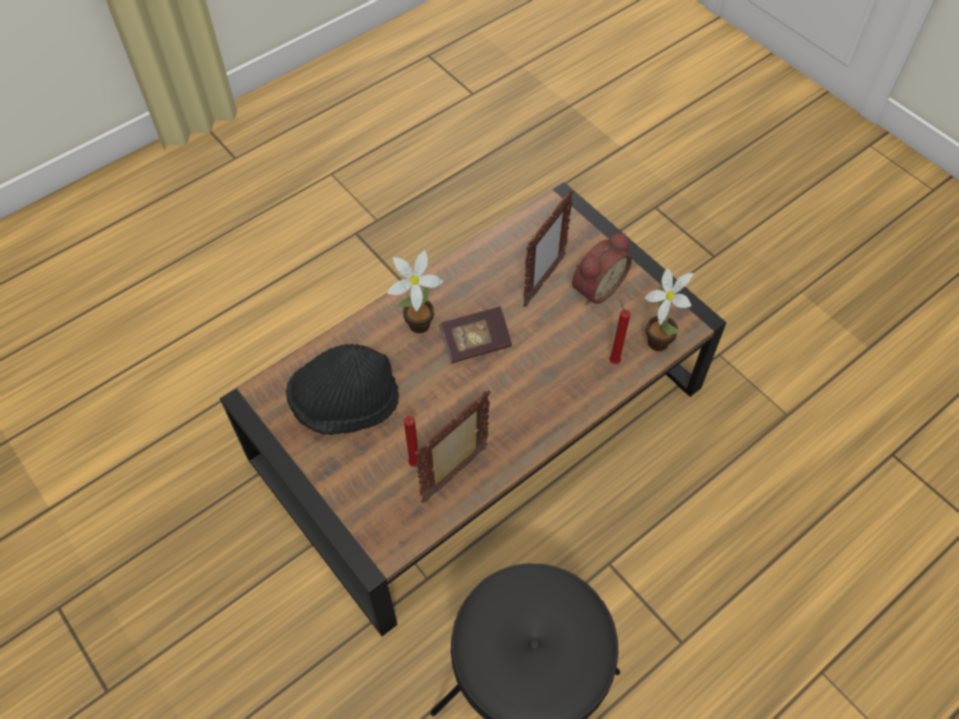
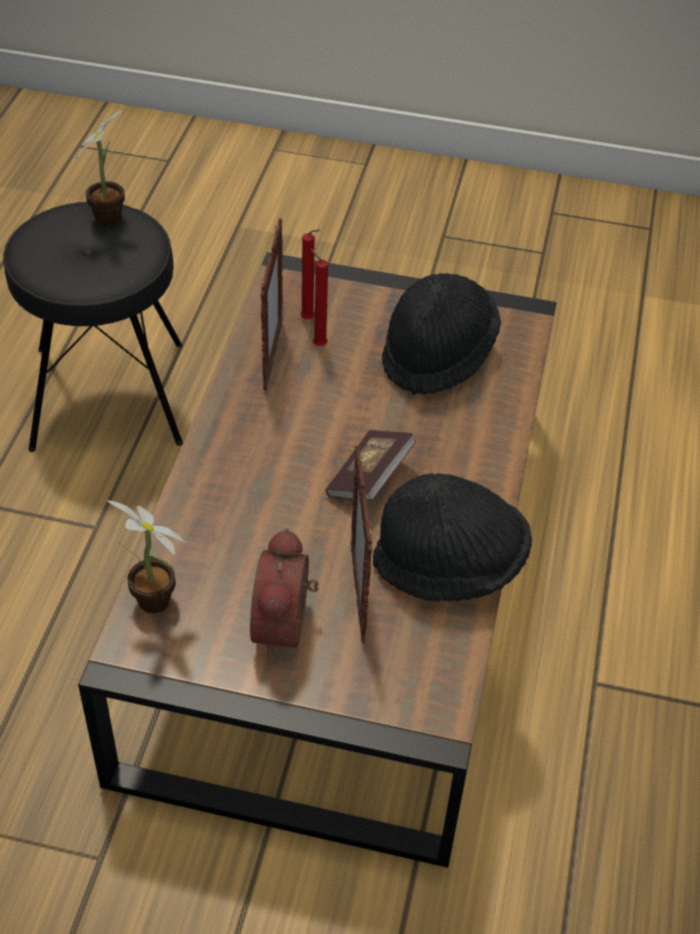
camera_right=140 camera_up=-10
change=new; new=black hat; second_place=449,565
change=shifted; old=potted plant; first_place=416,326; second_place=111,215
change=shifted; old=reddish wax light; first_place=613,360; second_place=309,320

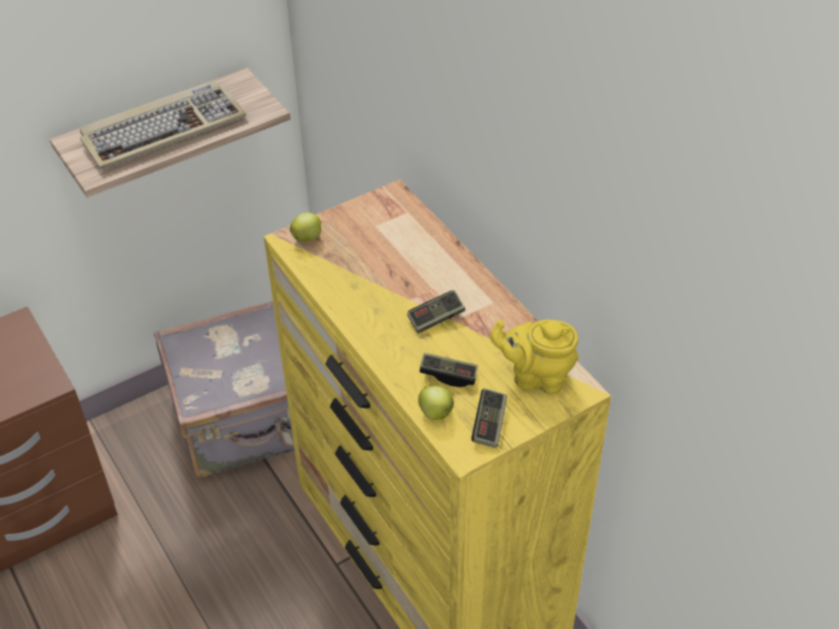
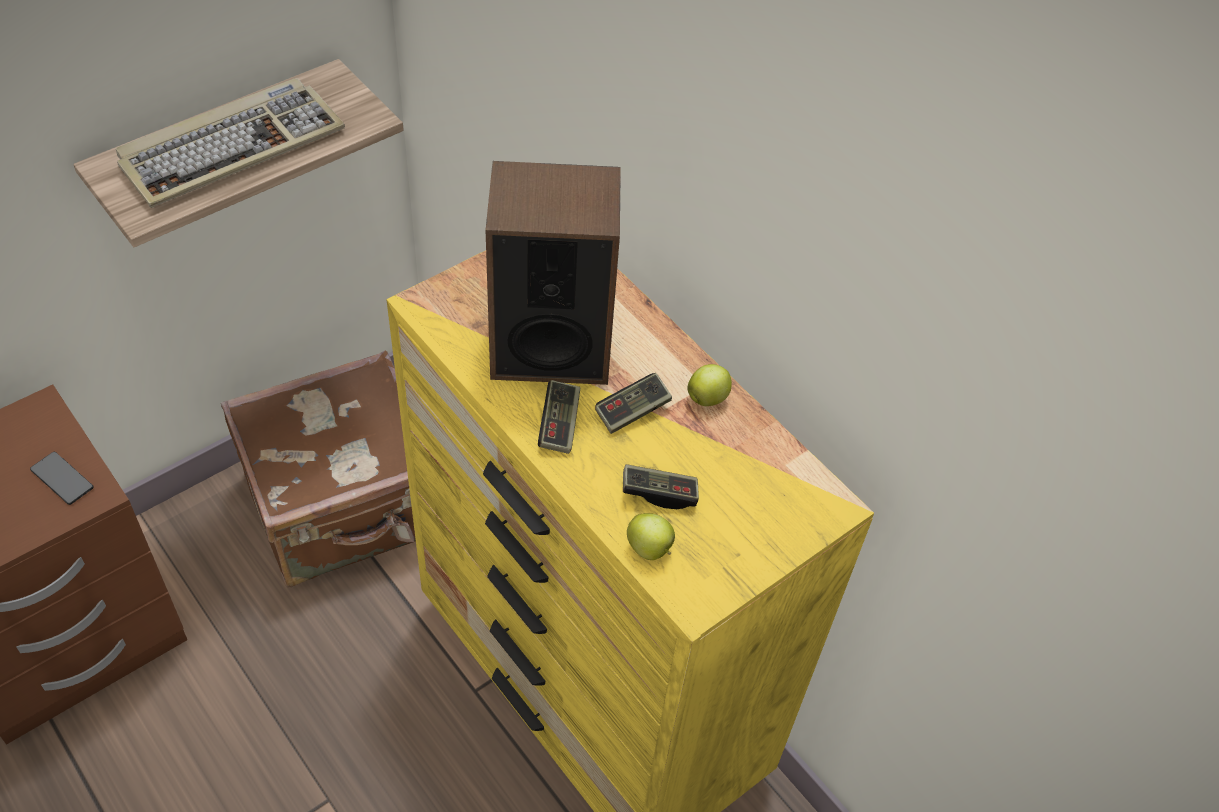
camera_right=-10 camera_up=5
change=gone; old=yellow-coloured teapot; first_place=536,377
change=new; new=telephone; second_place=62,479
change=new; new=loudspeaker; second_place=550,347
change=shifted; old=apple fruit; first_place=308,238; second_place=708,398
change=shifted; old=game controller; first_place=489,424; second_place=559,425
change=repainted; old=greyish suitcase; new=brown suitcase; first_place=248,421; second_place=346,507

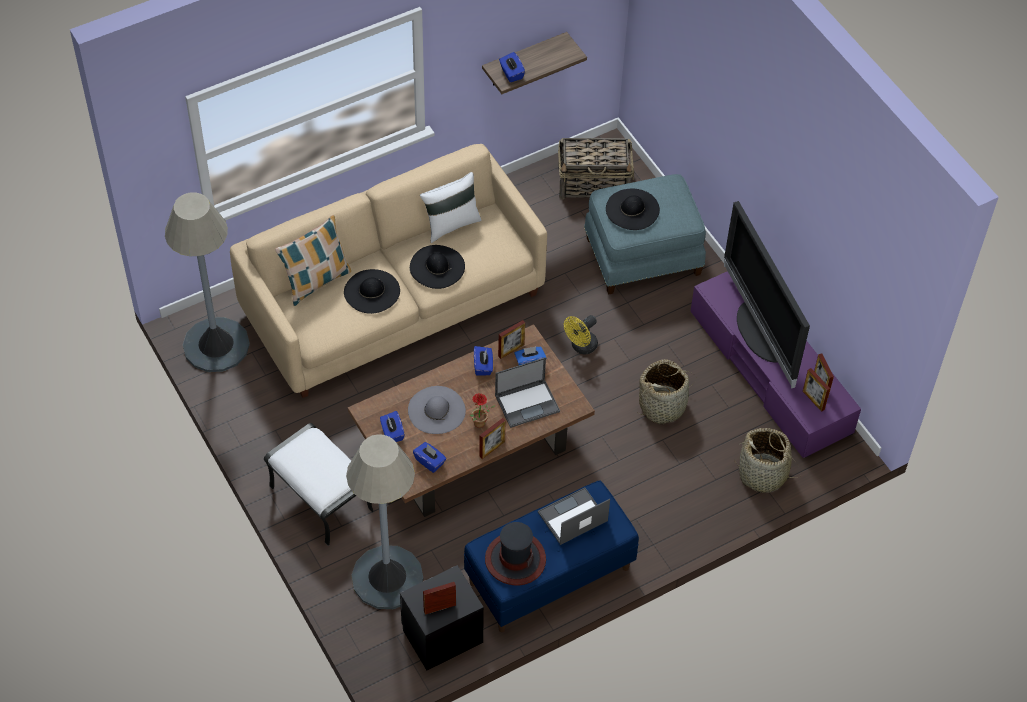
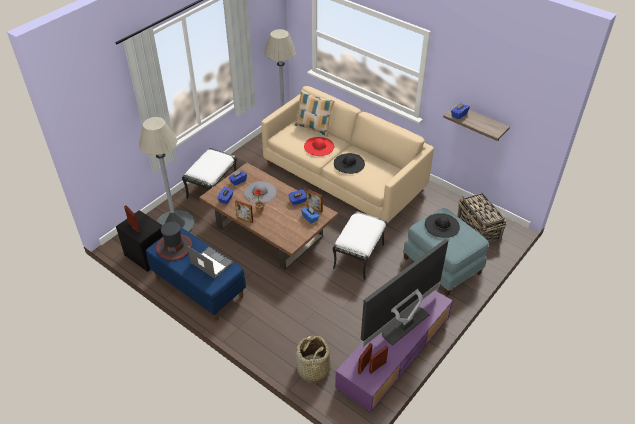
camera_right=70 camera_up=-10
change=gone; old=white cushion; first_place=451,224
change=gone; old=portable computer; first_place=528,403
change=gone; old=basket; first_place=662,405
change=swapped; old=yellow-coloured fan; new=white ottoman; first_place=581,347; second_place=359,256
change=repainted; old=black hat; new=reddish hat; first_place=372,291; second_place=319,146

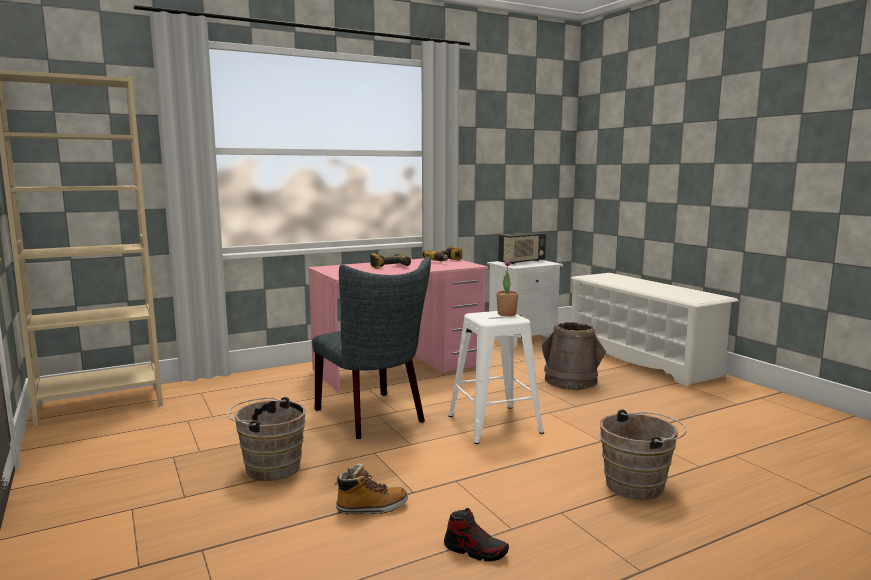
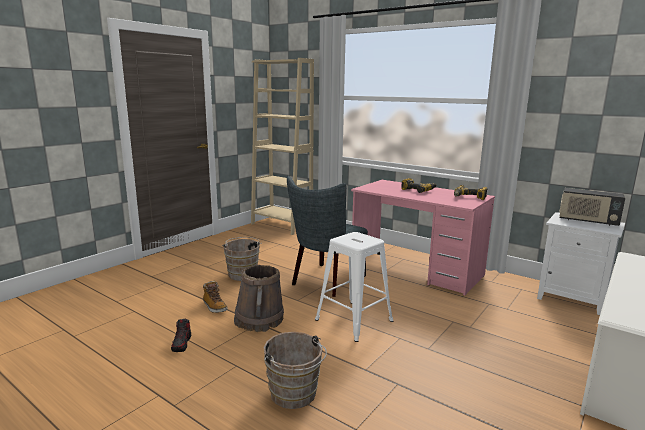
camera_right=65 camera_up=5
change=gone; old=potted plant; first_place=506,314
change=shifted; old=brown pail; first_place=571,382; second_place=259,320

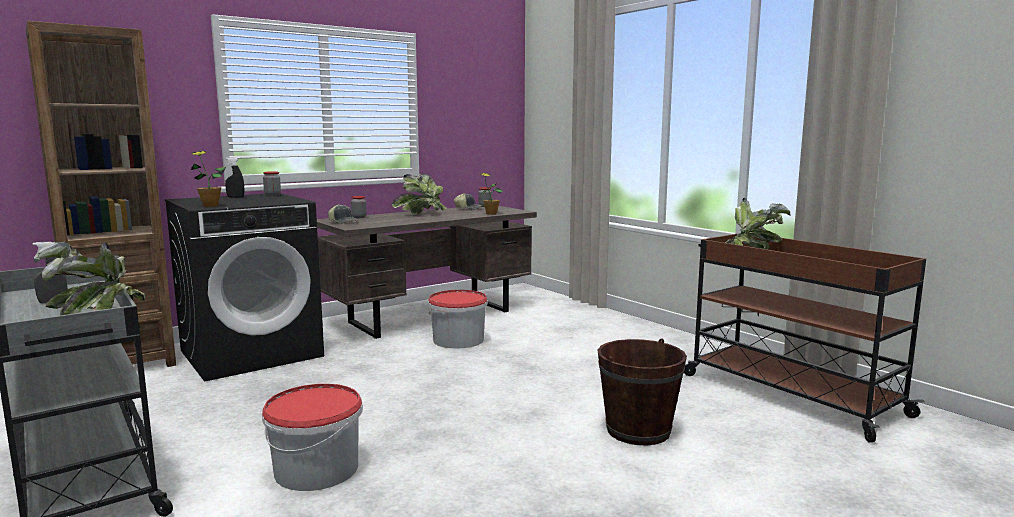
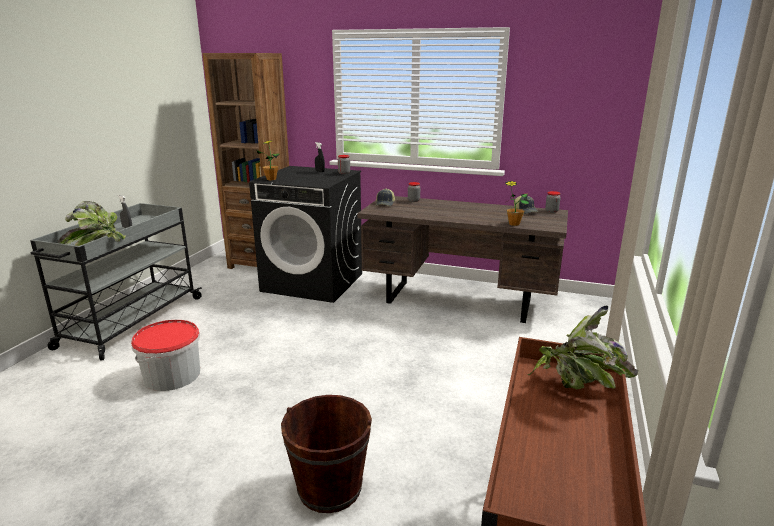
camera_right=55 camera_up=10
change=gone; old=potted plant; first_place=420,214
change=gone; old=pail; first_place=458,340

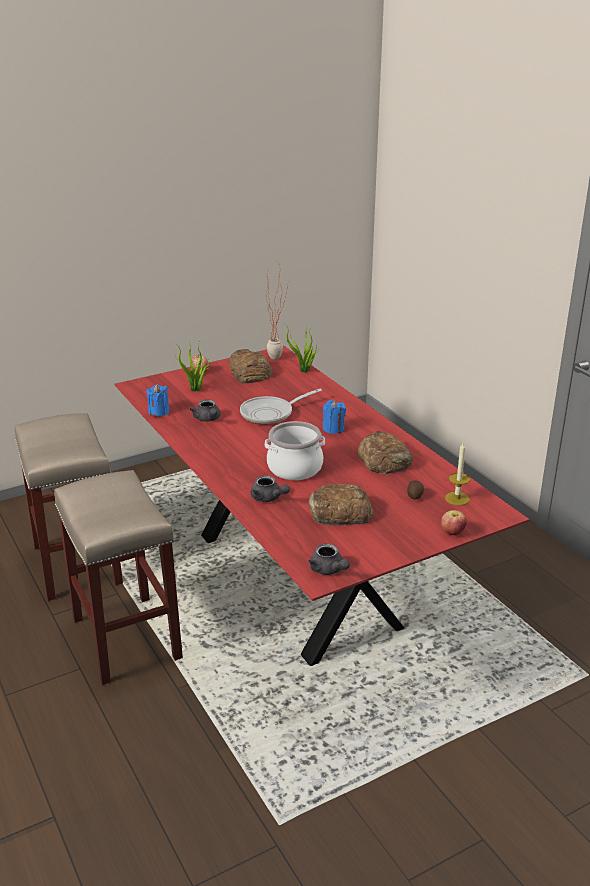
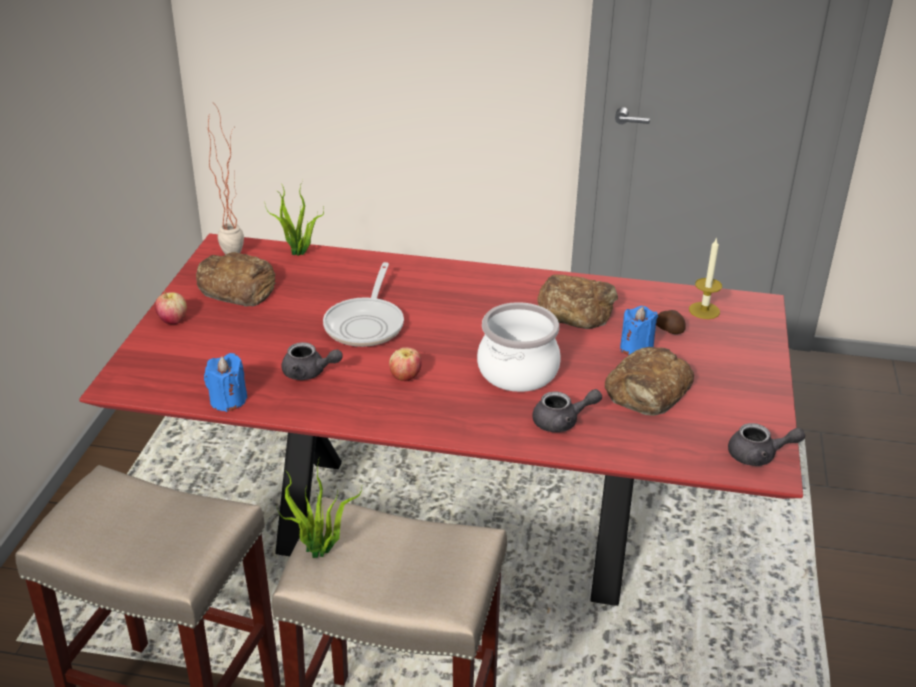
camera_right=-50 camera_up=5
change=shifted; old=potted plant; first_place=195,390; second_place=320,552
change=shifted; old=blue wax light; first_place=333,429; second_place=636,348
change=shifted; old=apple fruit; first_place=452,532; second_place=405,377

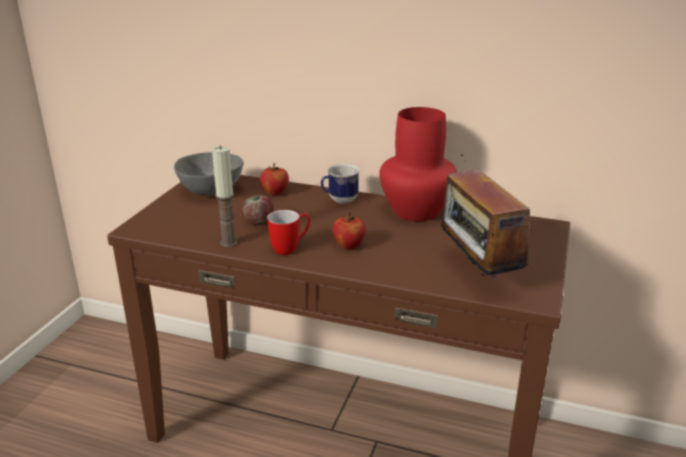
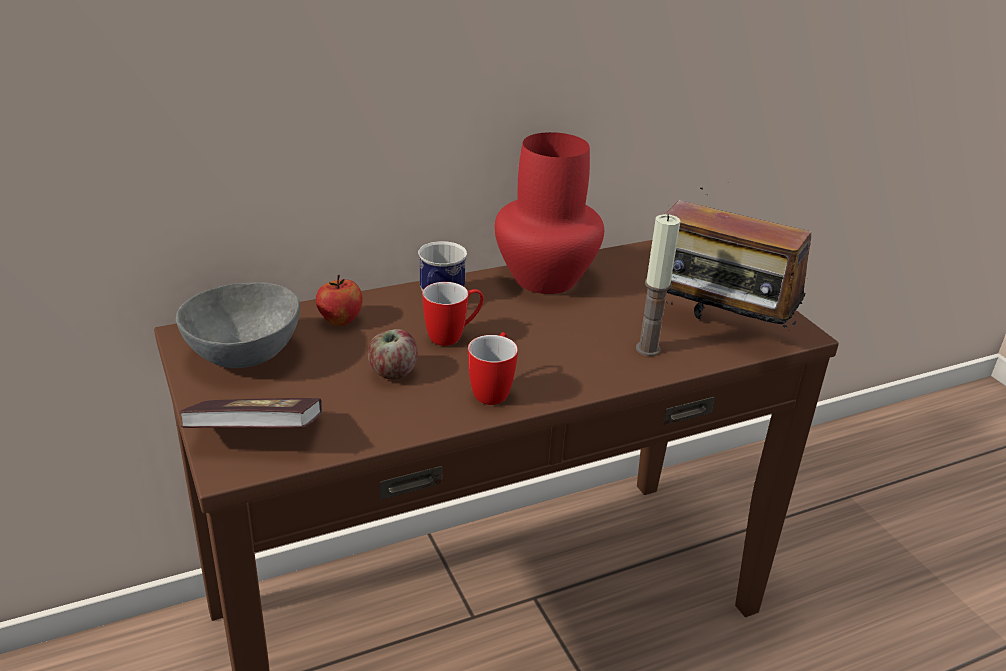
camera_right=-45 camera_up=5
change=gone; old=apple fruit; first_place=349,246
change=new; new=book; second_place=256,435
change=new; new=mug; second_place=453,336
change=shifted; old=wax light; first_place=228,242; second_place=647,349

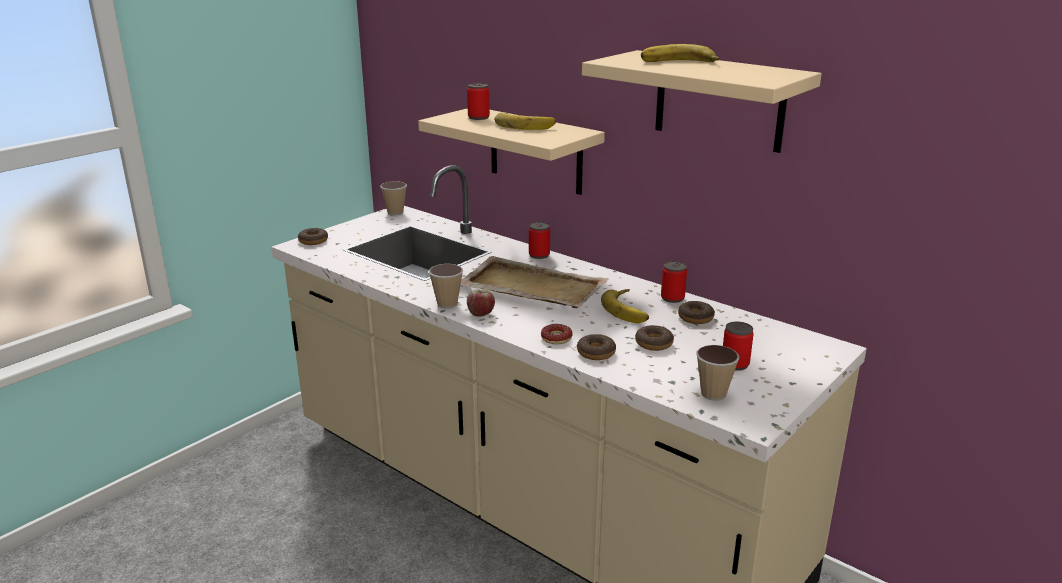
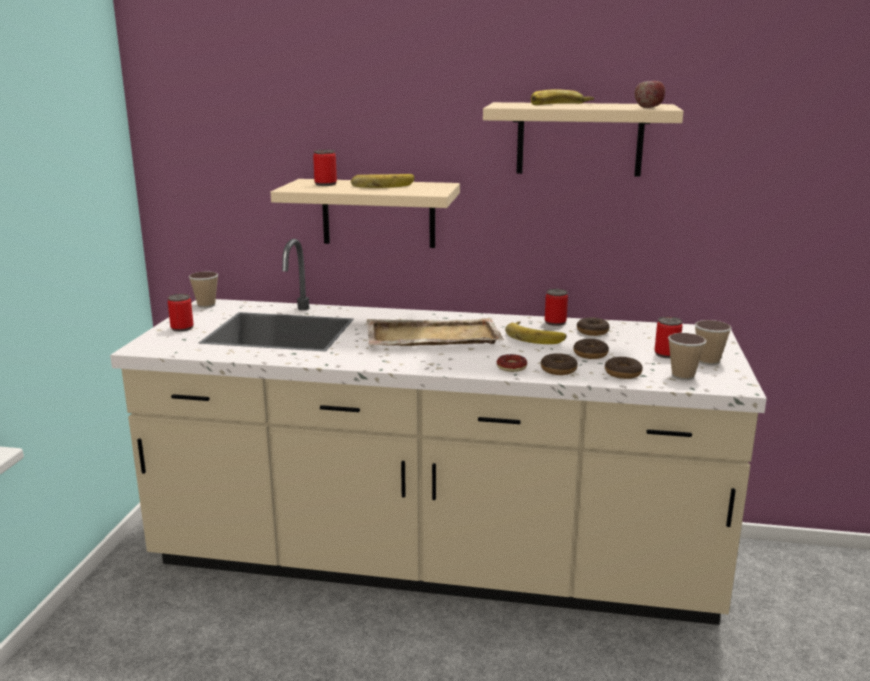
camera_right=-30 camera_up=-5
change=shifted; old=ring doughnut; first_place=313,241; second_place=623,373
change=shifted; old=small cup; first_place=447,304; second_place=708,361
change=shifted; old=apple fruit; first_place=481,314; second_place=649,107
change=shifted; old=can; first_place=539,255; second_place=182,328

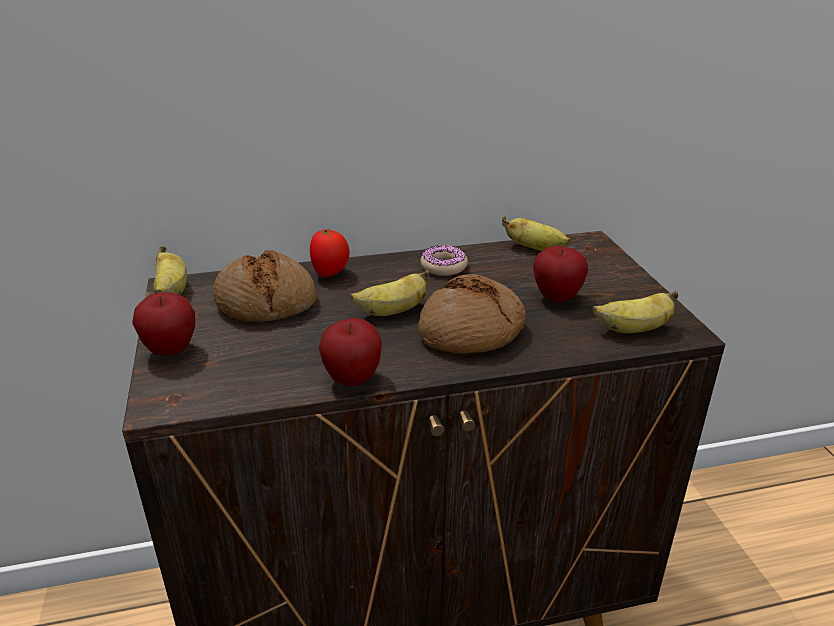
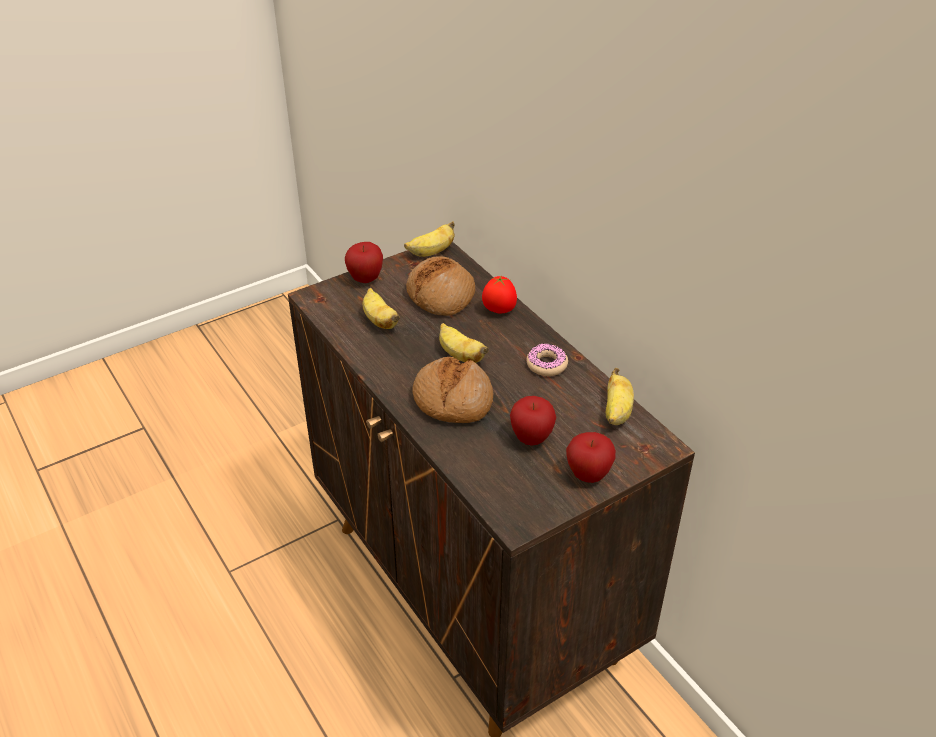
camera_right=70 camera_up=10
change=shifted; old=apple fruit; first_place=352,379; second_place=588,475
change=shifted; old=whole banana; first_place=633,330; second_place=379,321

